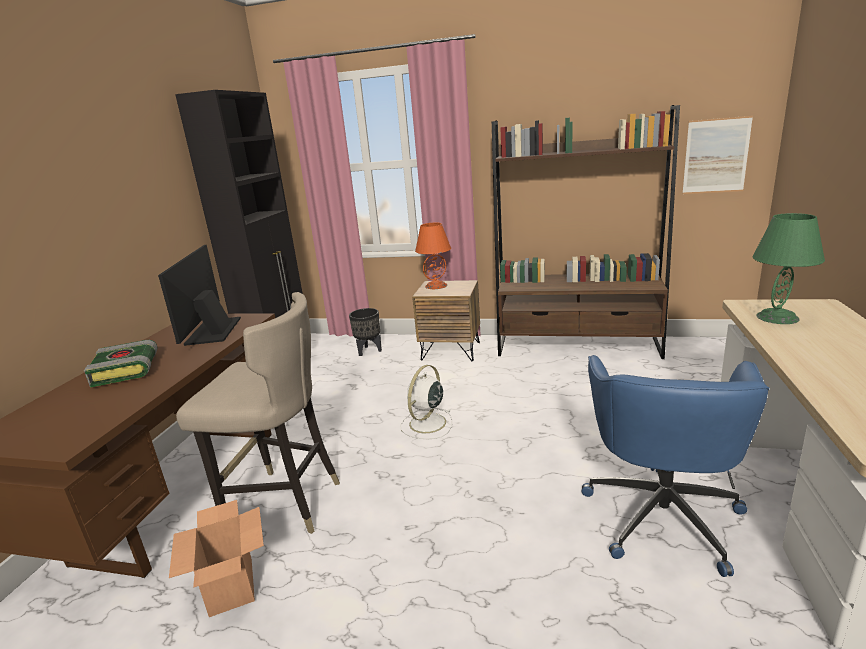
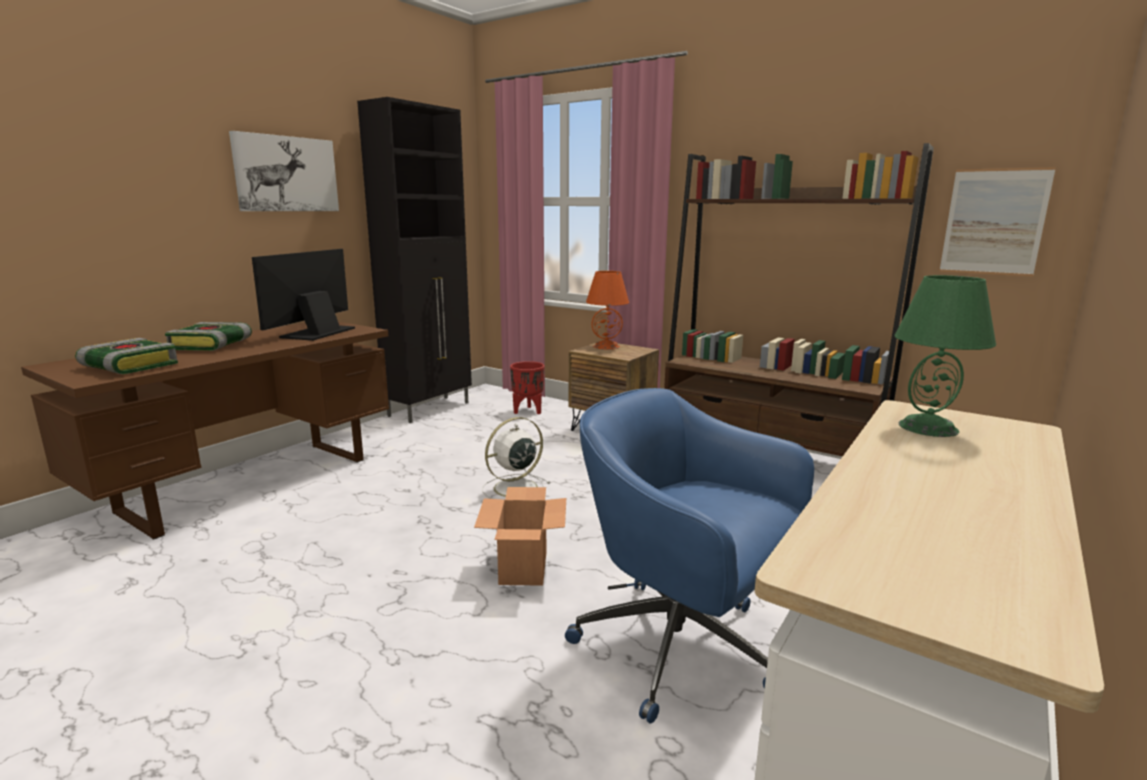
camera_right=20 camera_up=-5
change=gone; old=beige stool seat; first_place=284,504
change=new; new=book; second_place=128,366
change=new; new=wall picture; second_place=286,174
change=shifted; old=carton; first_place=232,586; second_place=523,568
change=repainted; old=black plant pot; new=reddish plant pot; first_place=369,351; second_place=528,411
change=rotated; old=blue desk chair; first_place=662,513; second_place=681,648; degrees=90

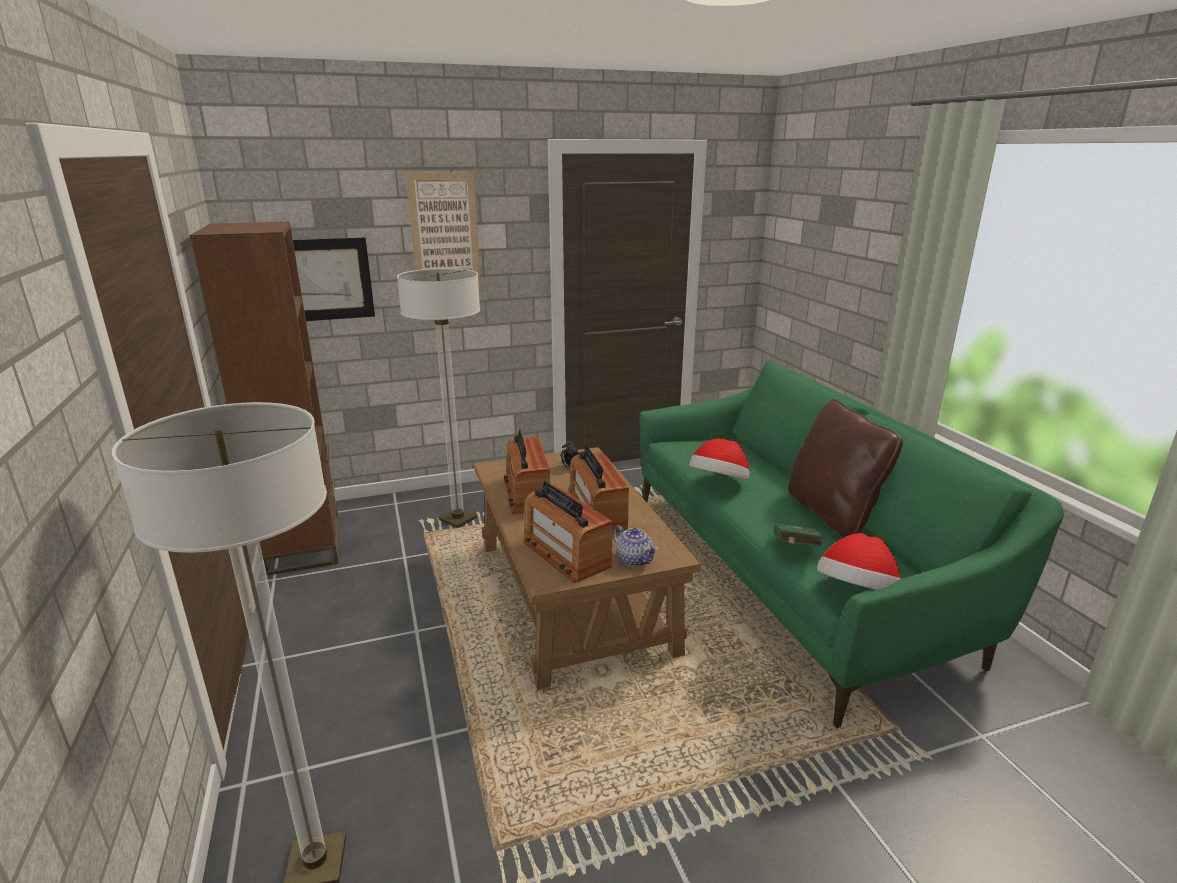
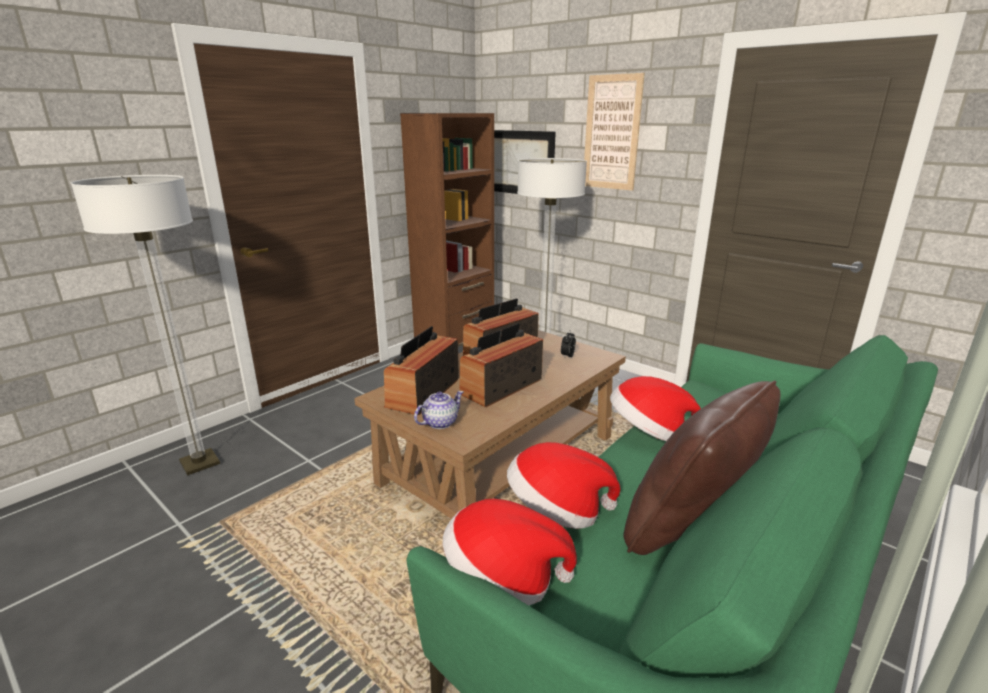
camera_right=60 camera_up=0
change=swapped; old=green-coloured book; new=hat; first_place=794,550; second_place=557,511
change=rotated; old=teapot; first_place=634,559; second_place=440,422; degrees=-150

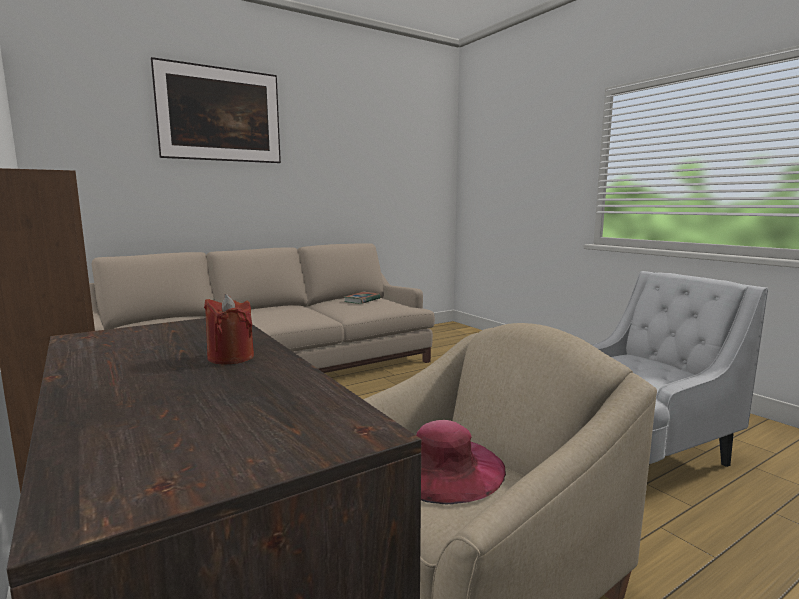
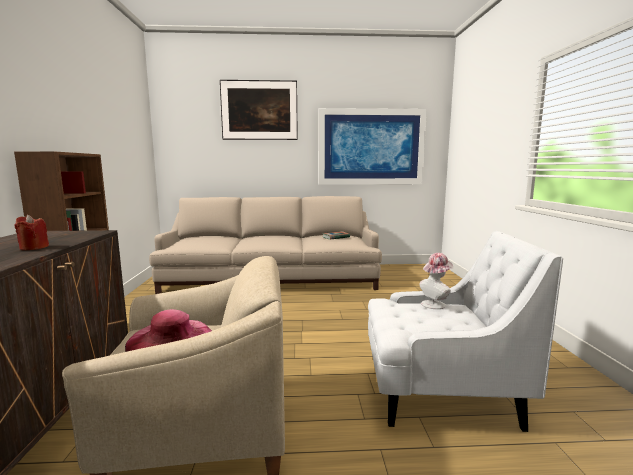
camera_right=30 camera_up=0
change=new; new=wall picture; second_place=371,147
change=new; new=hat; second_place=435,304

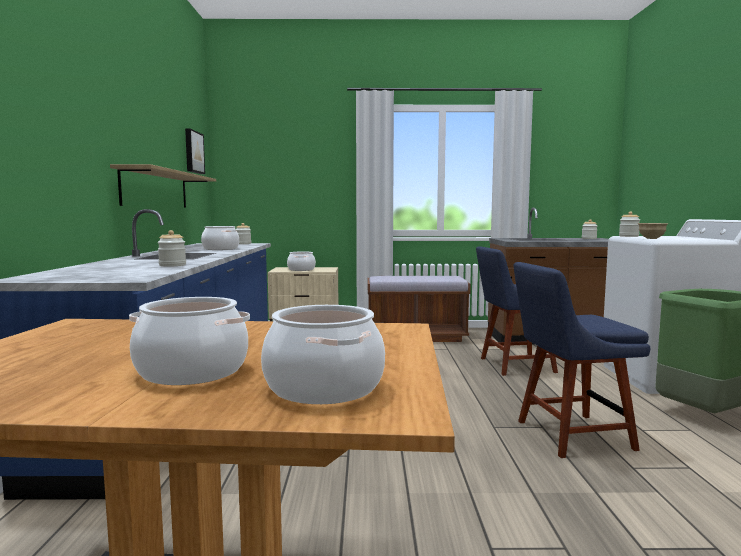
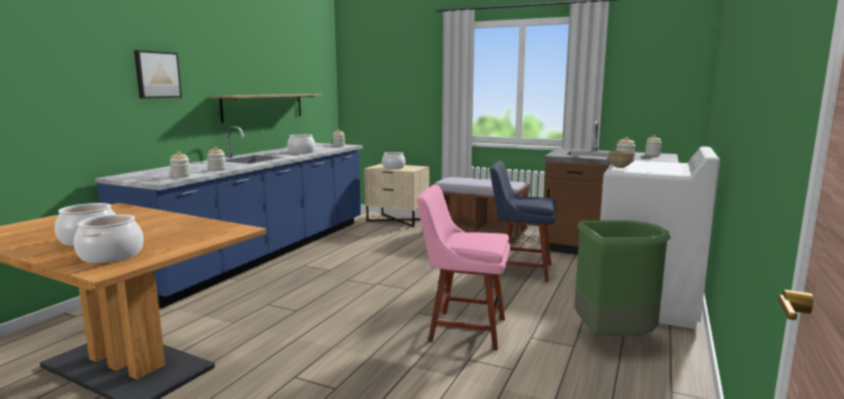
camera_right=25 camera_up=5
change=new; new=jar; second_place=181,176
change=shifted; old=wall picture; first_place=193,152; second_place=157,75
change=repainted; old=blue chair; new=pinkish chair; first_place=569,435; second_place=463,329

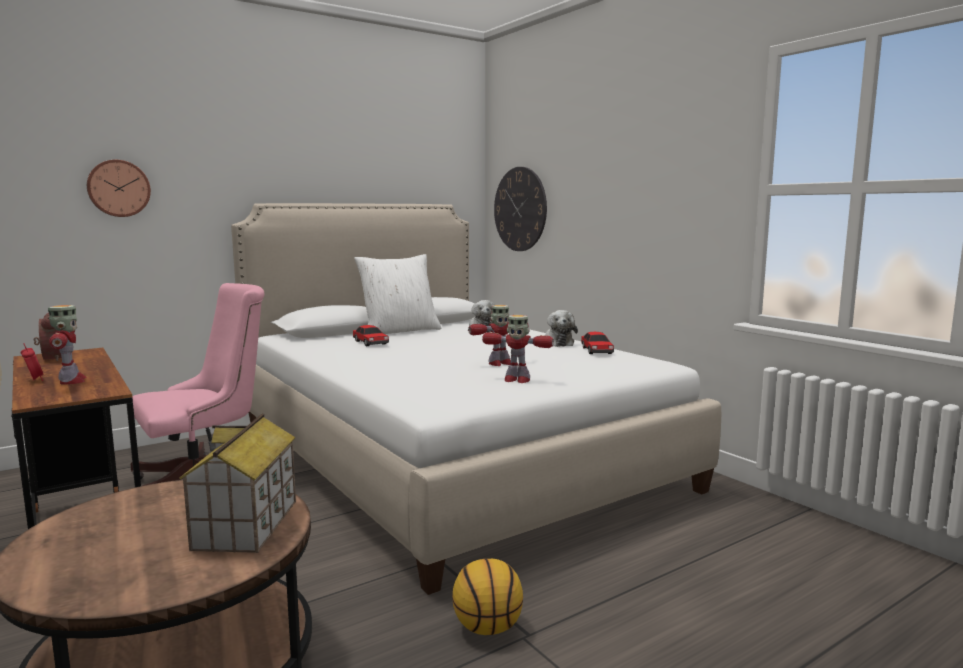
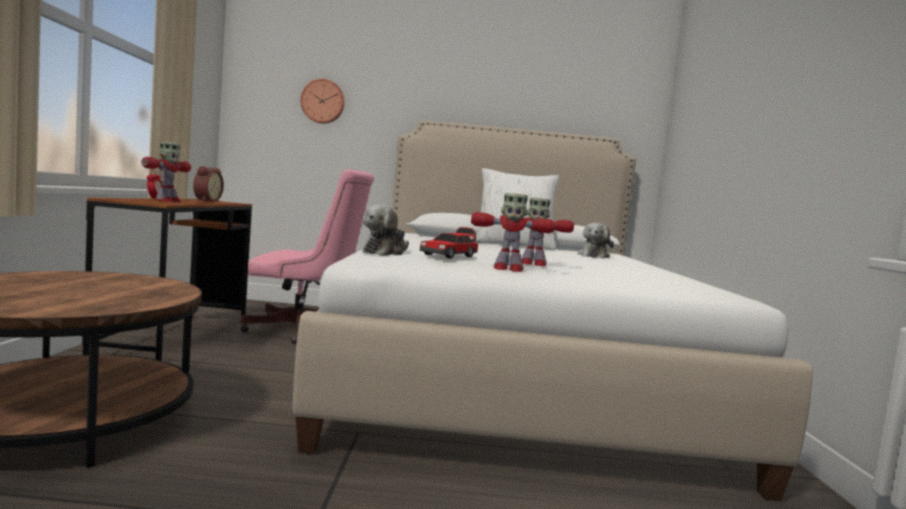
camera_right=35 camera_up=-5
change=gone; old=miniature house; first_place=247,525
change=gone; old=basketball; first_place=488,628
change=gone; old=clock on the wall; first_place=520,209
change=shifted; old=plush toy; first_place=557,343; second_place=385,252
change=shifted; old=model car; first_place=597,351; second_place=448,256
change=rotated; old=robot figure; first_place=516,380; second_place=507,269; degrees=-45

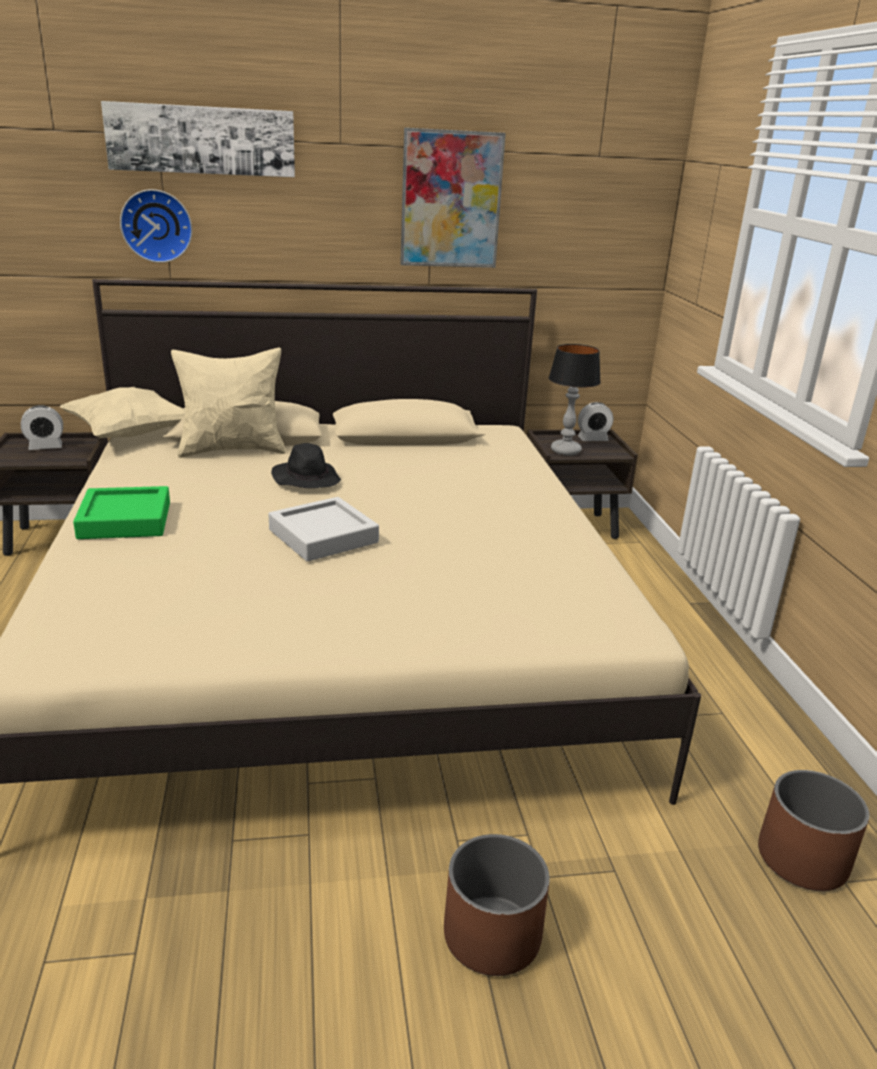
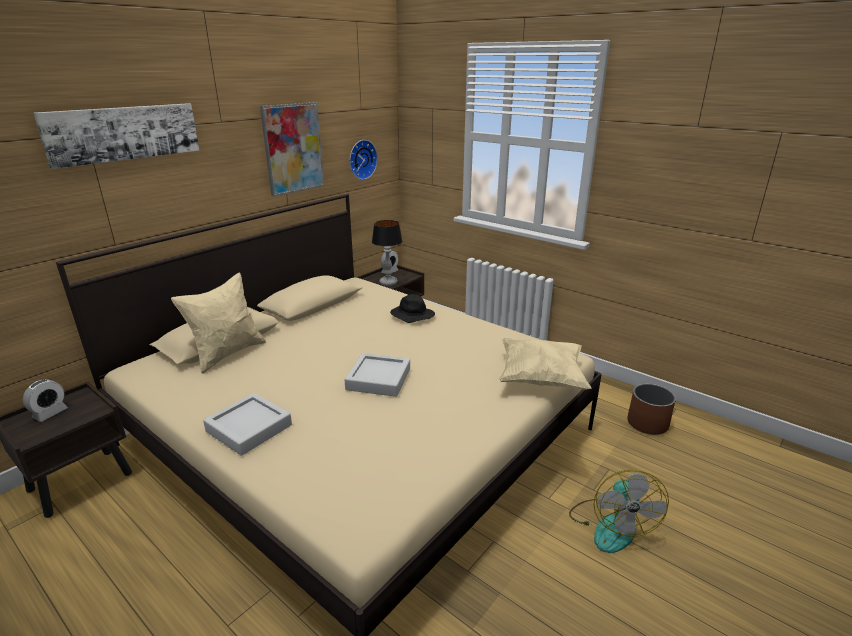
camera_right=-40 camera_up=0
change=shifted; old=beige cushion; first_place=131,435; second_place=540,378
change=shifted; old=clock on the wall; first_place=157,226; second_place=361,159
change=shifted; old=black hat; first_place=306,479; second_place=411,316
change=swapped; old=brown plant pot; new=fan; first_place=492,936; second_place=610,525
change=repainted; old=green-coloured carrying tray; new=greyish carrying tray; first_place=125,520; second_place=249,428

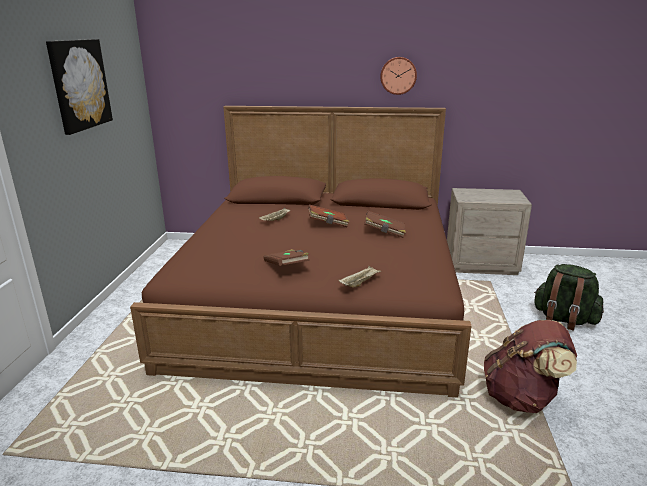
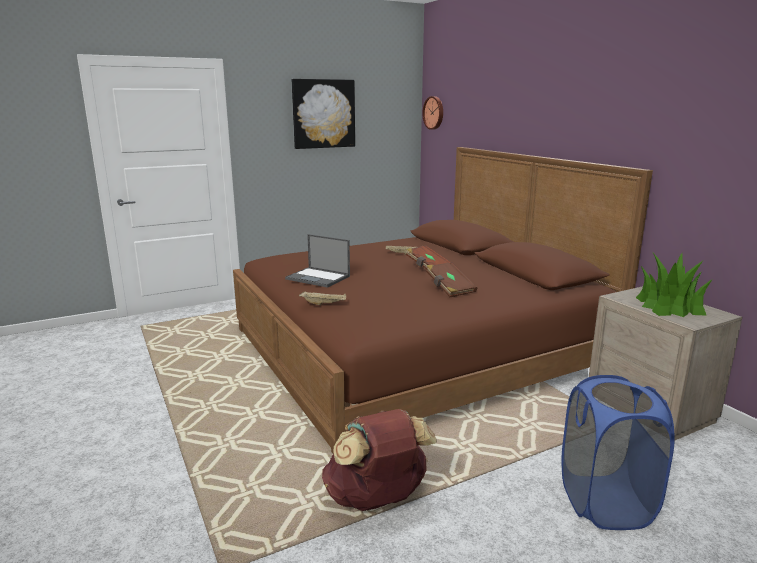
camera_right=55 camera_up=-5
change=new; new=potted plant; second_place=669,306
change=shifted; old=clock on the wall; first_place=398,75; second_place=434,113
change=swapped; old=brown book; new=portable computer; first_place=287,267; second_place=318,278
change=swapped; old=green-coloured backpack; new=blue washing basket; first_place=564,320; second_place=604,502

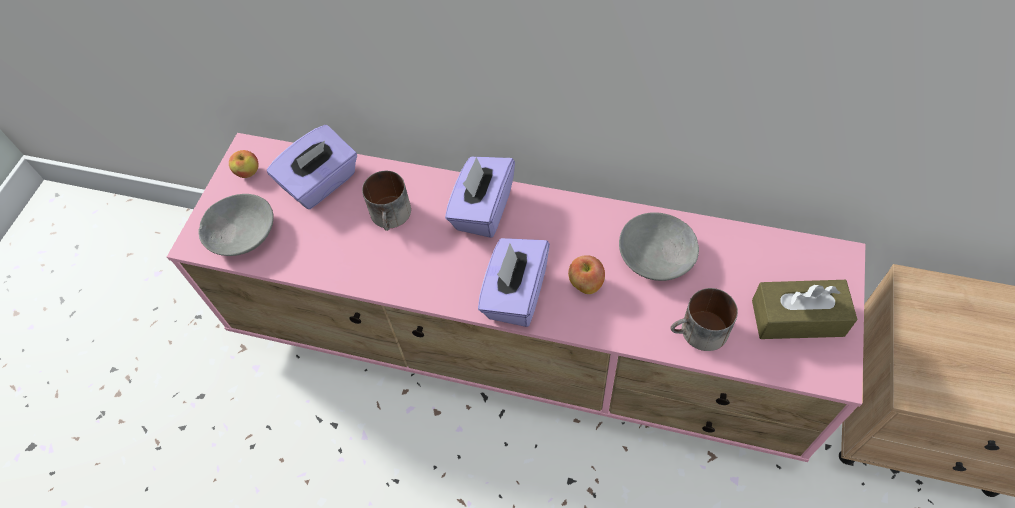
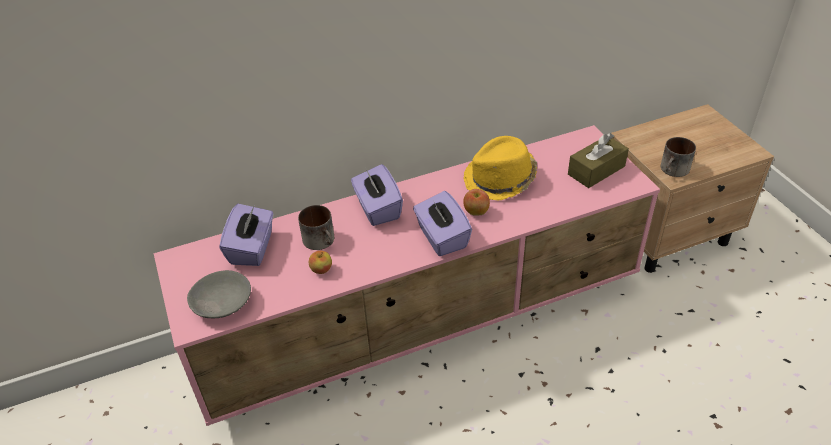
camera_right=-40 camera_up=-15
change=shifted; old=apple fruit; first_place=248,172; second_place=321,270
change=shifted; old=mug; first_place=699,333; second_place=674,170
change=swapped; old=greyish serving bowl; new=yellow-coloured hat; first_place=657,256; second_place=500,180

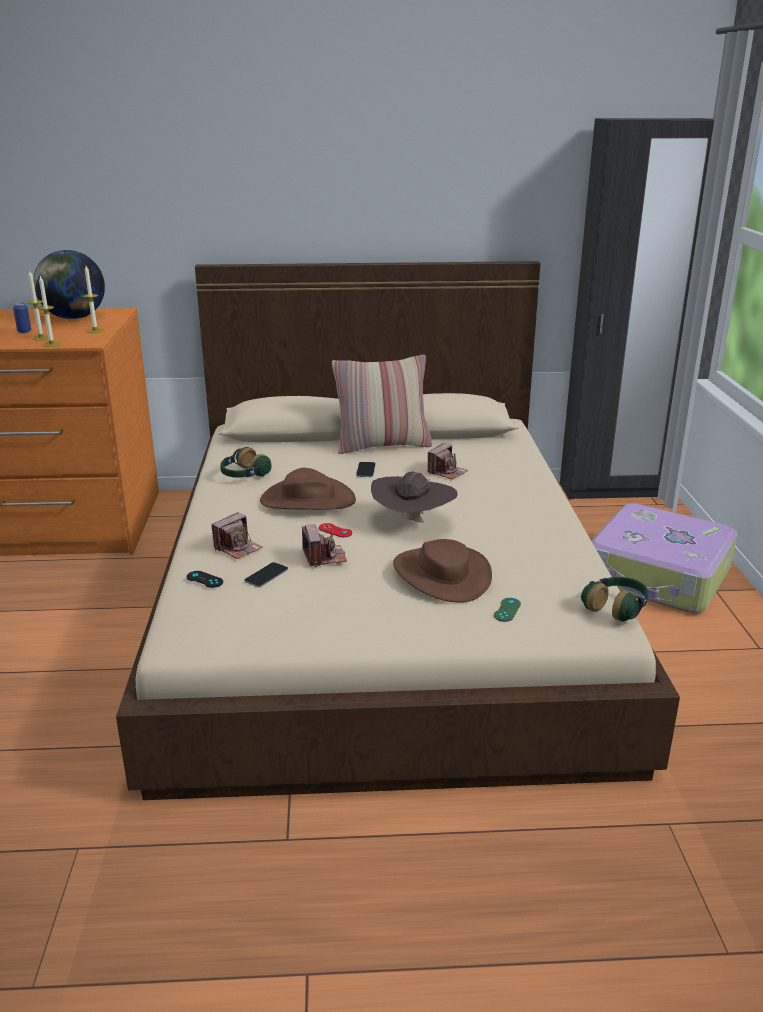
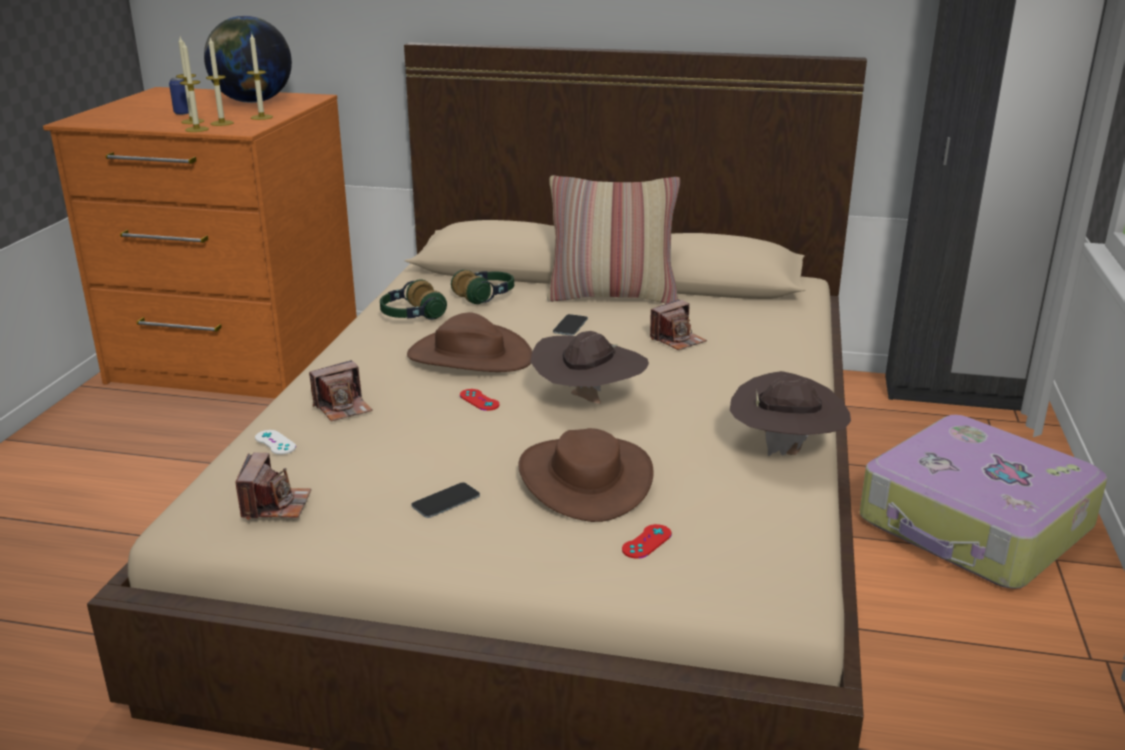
camera_right=15 camera_up=0
change=new; new=wax light; second_place=222,123
change=new; new=brown hat; second_place=785,451
change=shifted; old=telephone; first_place=266,575; second_place=445,501
change=shifted; old=still camera; first_place=324,557; second_place=275,505
change=shifted; old=headset; first_place=616,608; second_place=485,297
change=repainted; old=black game controller; new=white game controller; first_place=204,579; second_place=275,442
change=repainted; old=green-coloured game controller; new=reddish game controller; first_place=507,610; second_place=646,542

